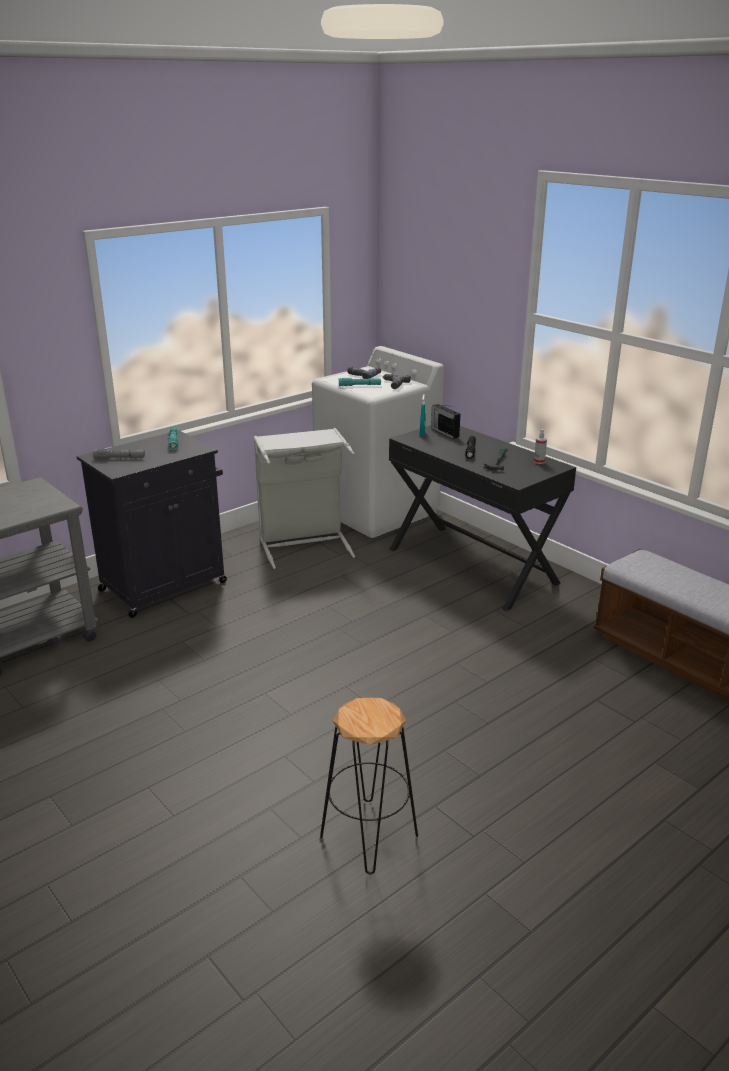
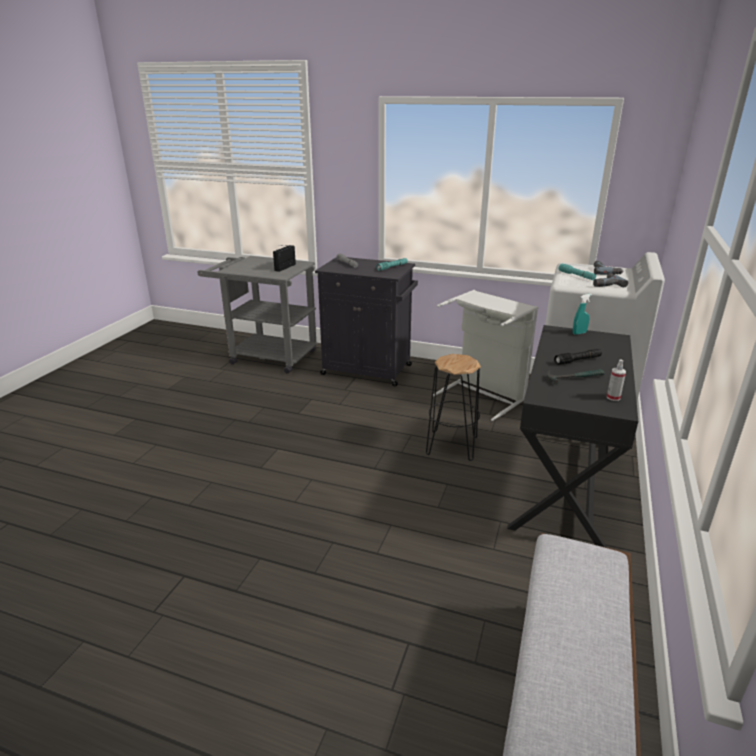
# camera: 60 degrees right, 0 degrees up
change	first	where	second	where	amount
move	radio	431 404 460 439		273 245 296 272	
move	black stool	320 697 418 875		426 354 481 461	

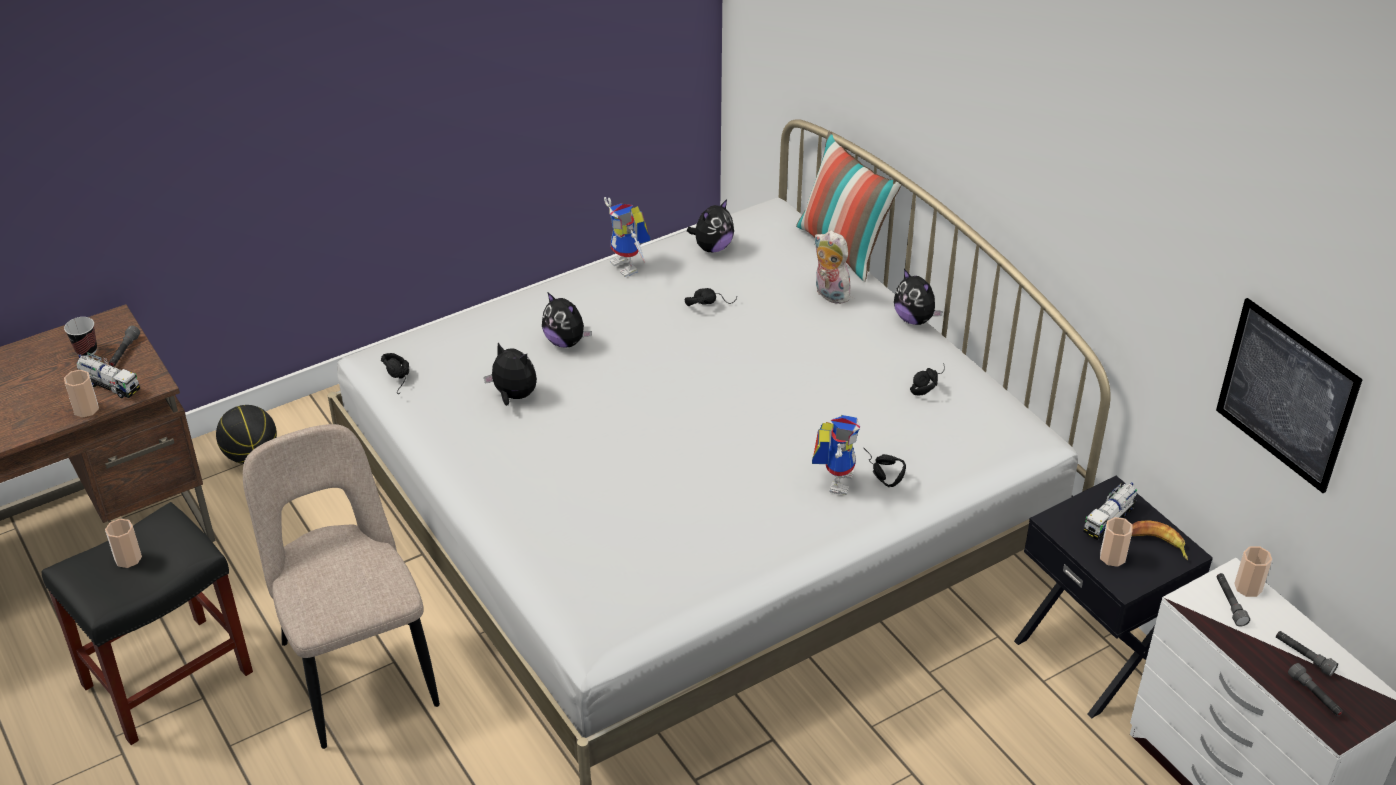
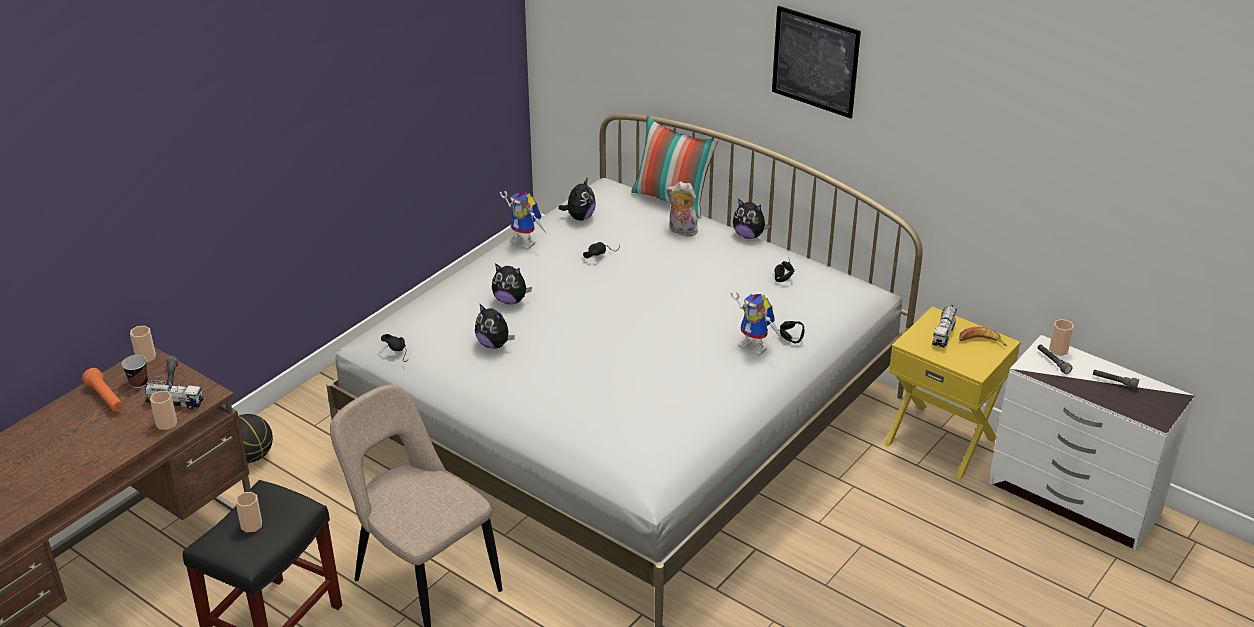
# camera: 20 degrees left, 5 degrees down
change	first	where	second	where	amount
insert			orange flashlight	82 368 123 412	
move	cup	1100 517 1133 567		130 326 156 363	
rotate	plush toy	484 343 537 406		475 303 515 349	150 degrees counterclockwise
rotate	toy robot	812 415 860 495		730 292 782 356	135 degrees clockwise
move	picture	1216 298 1363 493		772 6 861 119	
recolor	black nightstand	1014 476 1213 718	yellow nightstand	884 306 1021 480	
delete	grey flashlight	1288 663 1343 716			

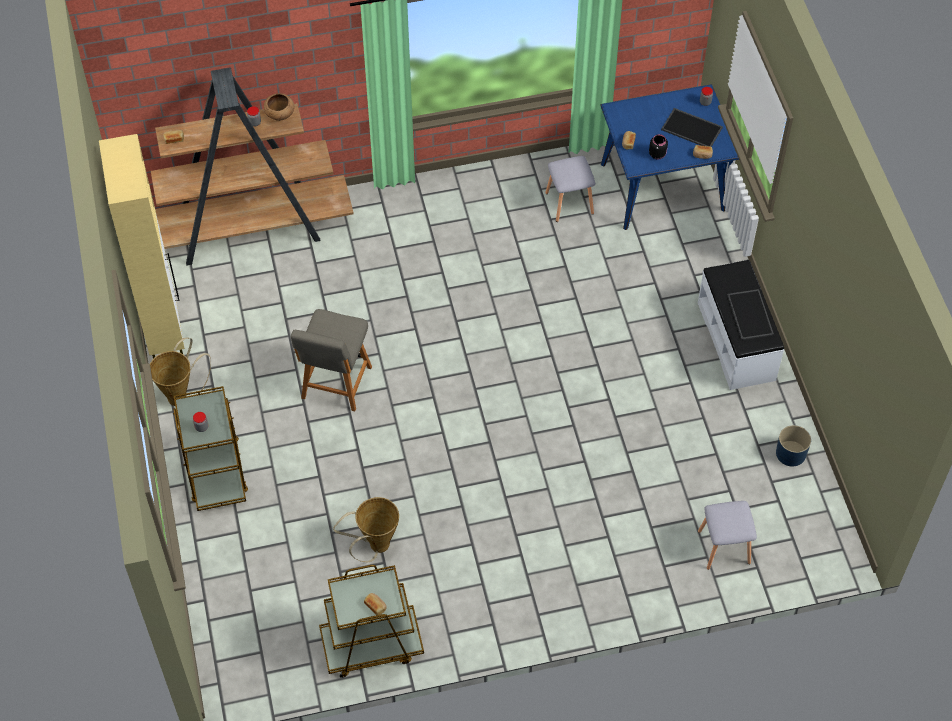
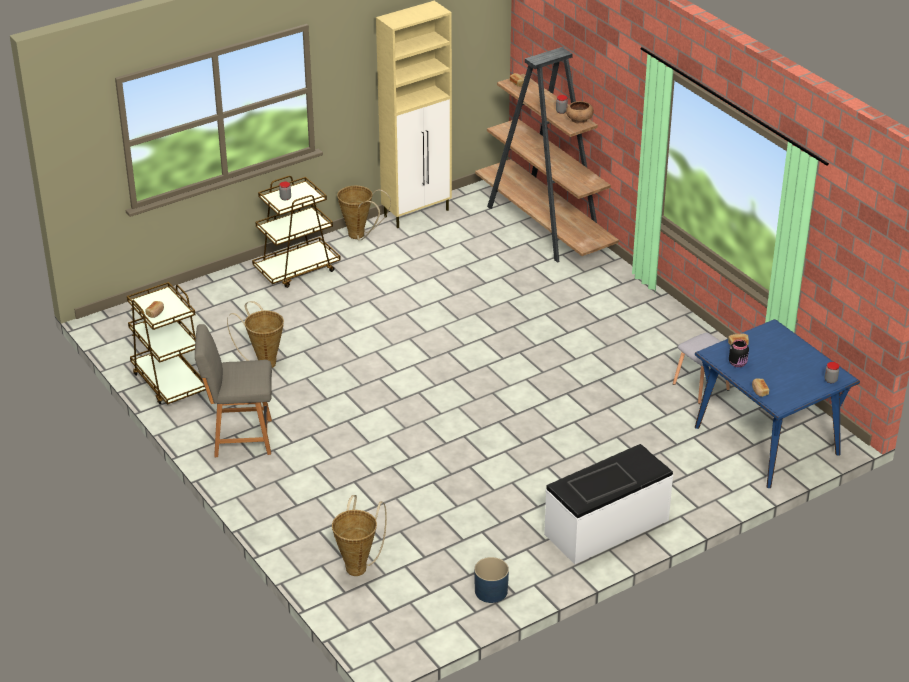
# camera: 70 degrees right, 20 degrees down
change	first	where	second	where	amount
move	grey chair	291 309 372 411		195 324 272 457	
replace	grey stool	698 501 757 570	basket	332 495 387 576	
delete	tray	661 108 723 147			

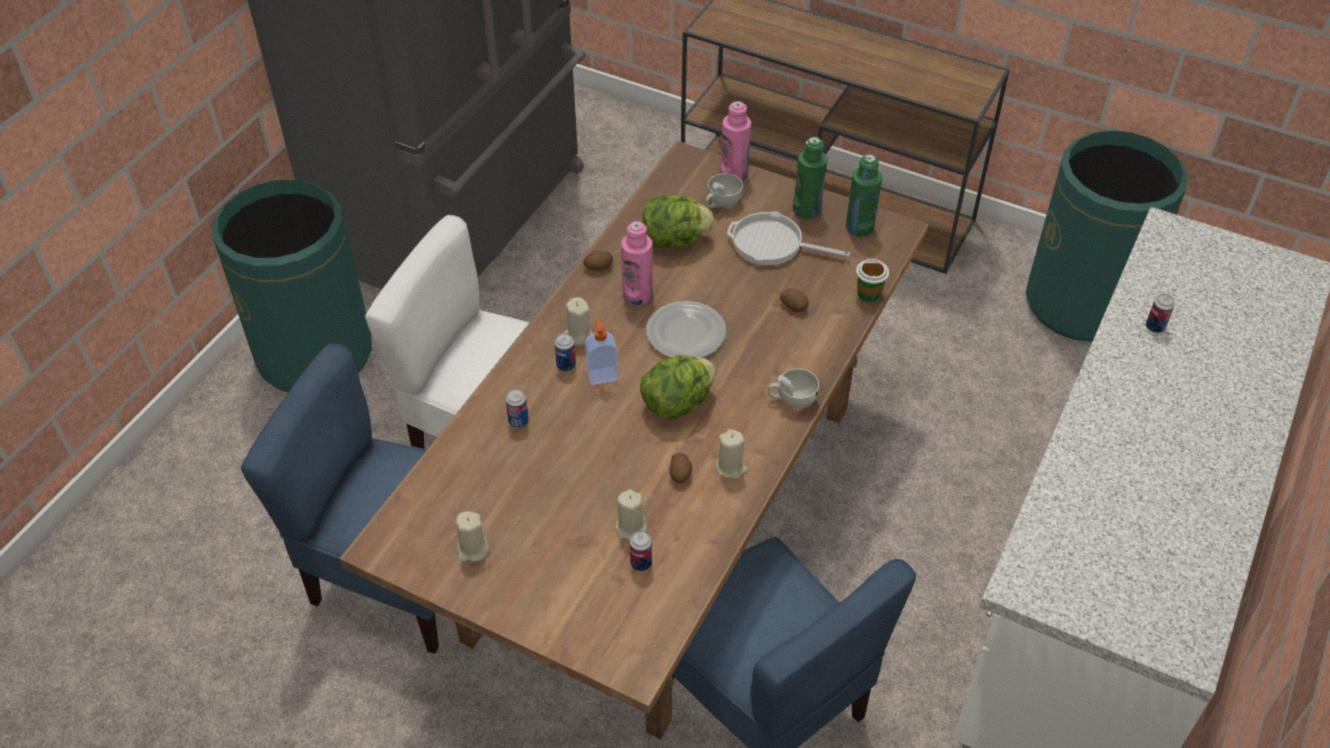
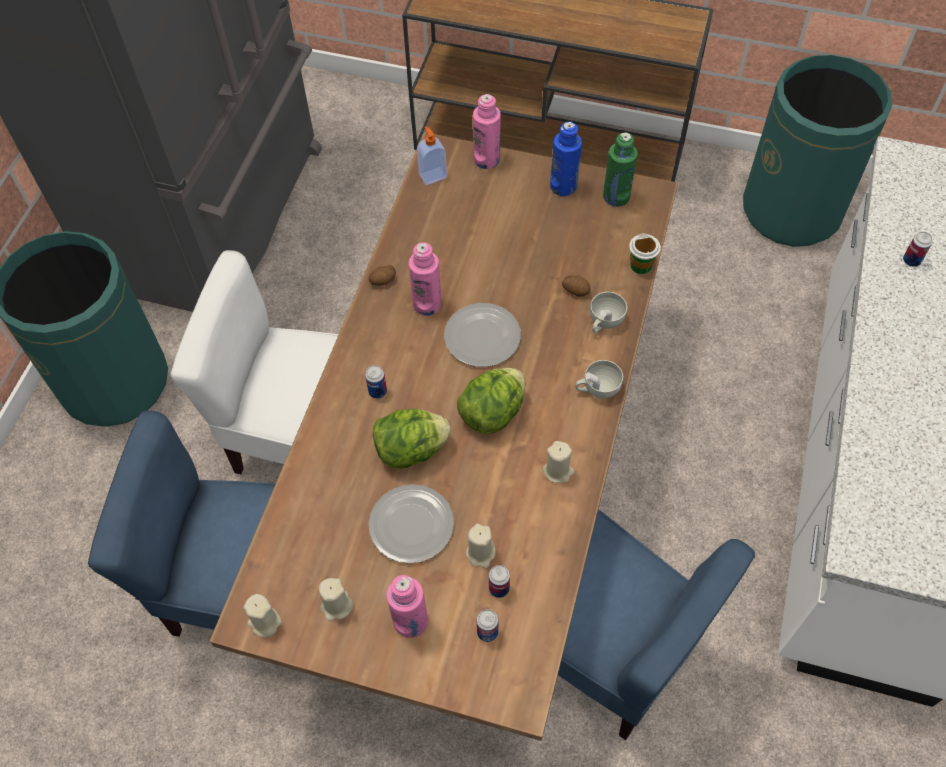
# camera: 10 degrees left, 10 degrees up
change	first	where	second	where	amount
move	beige candle	564 297 592 346		244 594 282 638	
insert			plate	369 484 454 564	
move	lettuce	643 194 714 248		373 409 451 469	
insert			pink bottle	386 575 428 638	
move	soap dispenser	585 319 619 385		417 126 447 185	
move	can	506 389 529 428		477 609 498 642	
recolor	green bottle	793 137 828 219	blue bottle	550 122 582 196	
move	white cup	705 173 743 208		590 292 627 333	
delete	potato	669 453 692 484			
delete	frying pan	727 211 850 265			

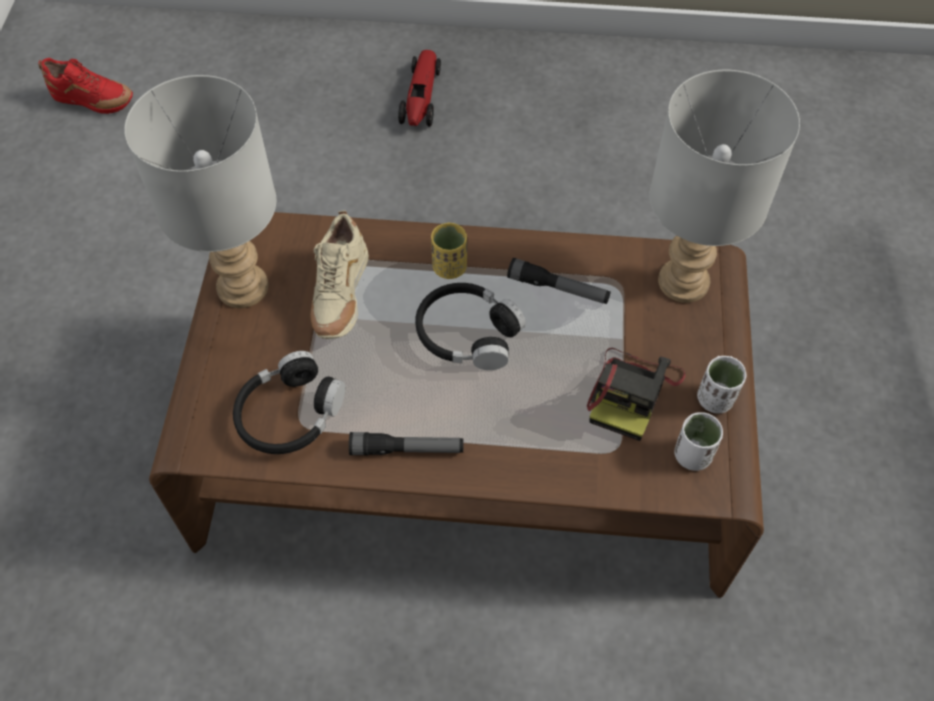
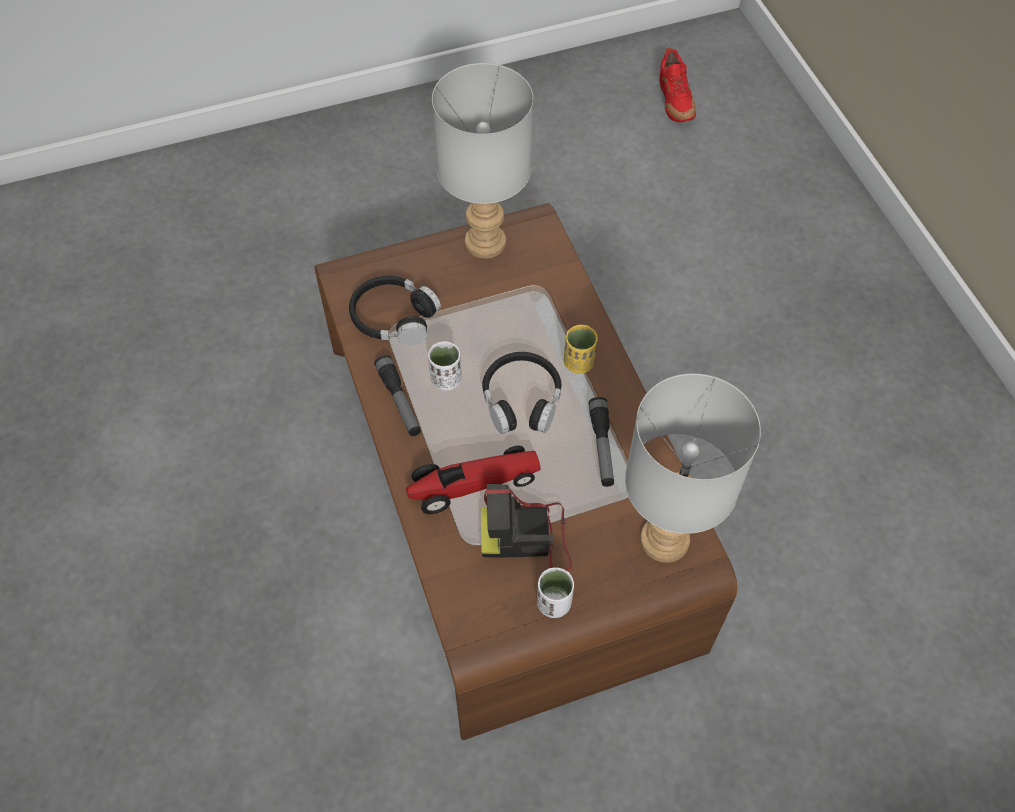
# camera: 65 degrees right, 0 degrees up
change	first	where	second	where	amount
move	toy car	398 50 441 127		406 446 541 514	
move	white cup	674 412 723 471		428 341 462 391	
delete	beige shoe	311 211 369 339			

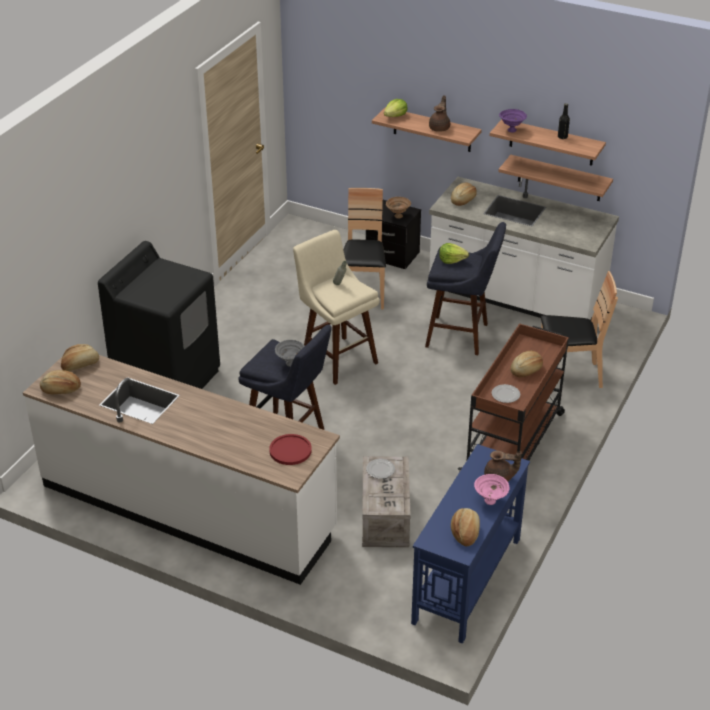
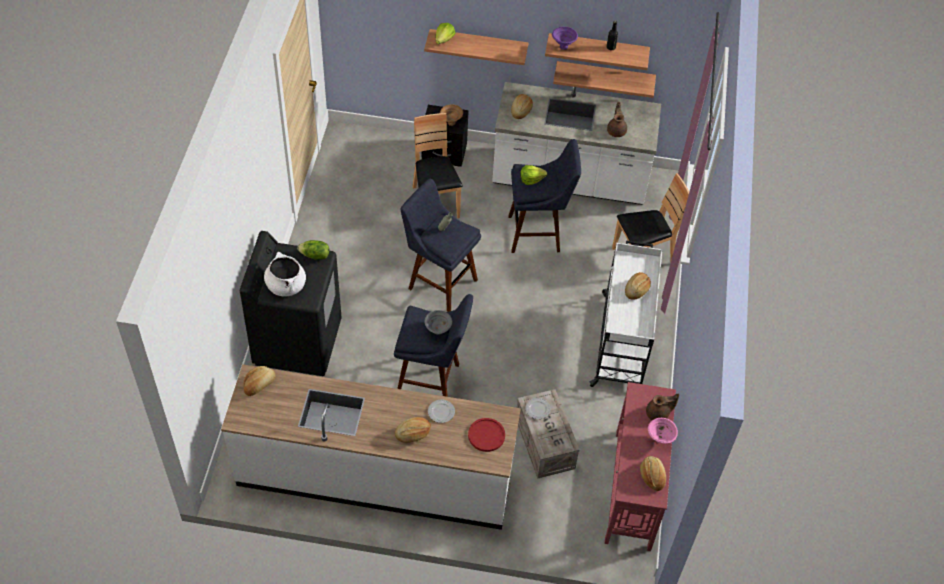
# camera: 20 degrees left, 15 degrees up
change	first	where	second	where	amount
insert			white cooking pot	264 252 306 296	
insert			lettuce	298 240 329 259	
move	bread	40 370 81 394		395 417 431 443	
recolor	beige stool	293 230 380 385	blue stool	400 179 481 312	
move	plate	492 384 520 403		428 399 455 423	
recolor	brown cart	458 323 569 471	white cart	590 240 662 387	
recolor	blue console table	411 444 530 644	red console table	604 382 676 551	
move	brown teapot	429 95 450 132		607 102 627 137	

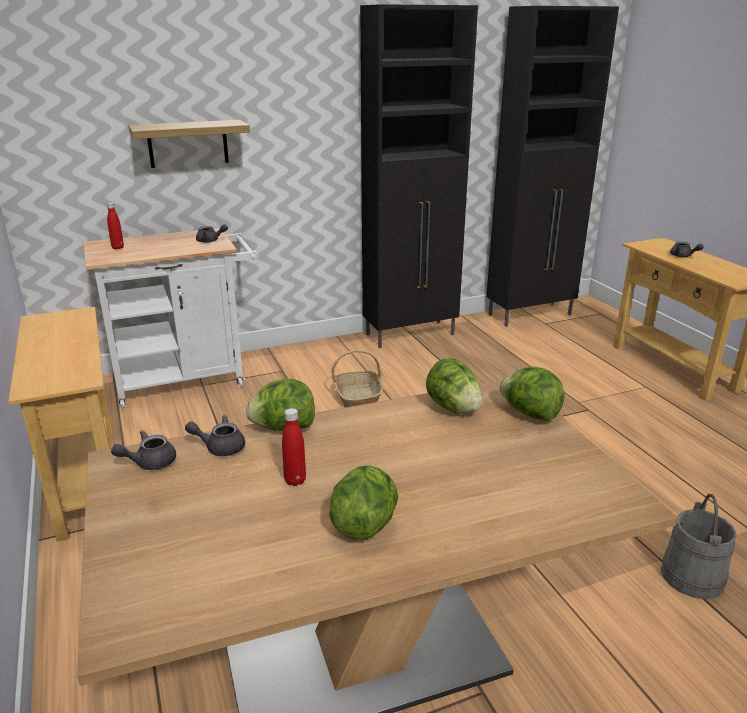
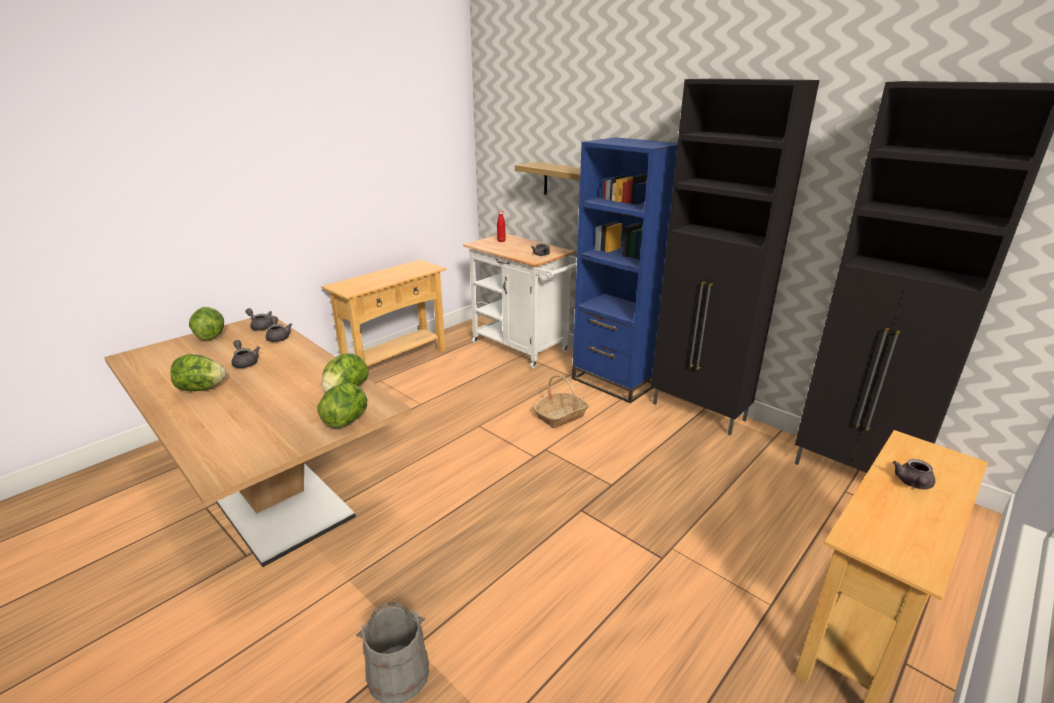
# camera: 65 degrees right, 0 degrees up
change	first	where	second	where	amount
move	lettuce	246 379 315 431		189 307 224 340	
replace	red bottle	282 408 306 486	grey teapot	232 340 260 368	
insert			blue bookcase	572 137 678 403	

